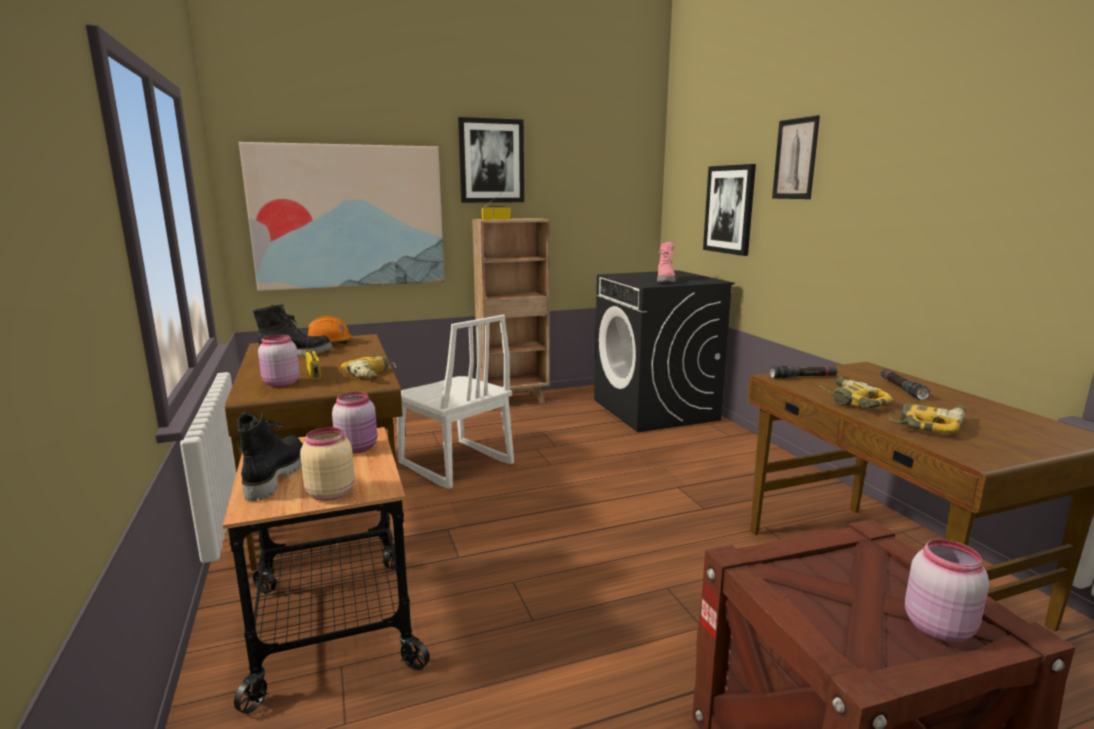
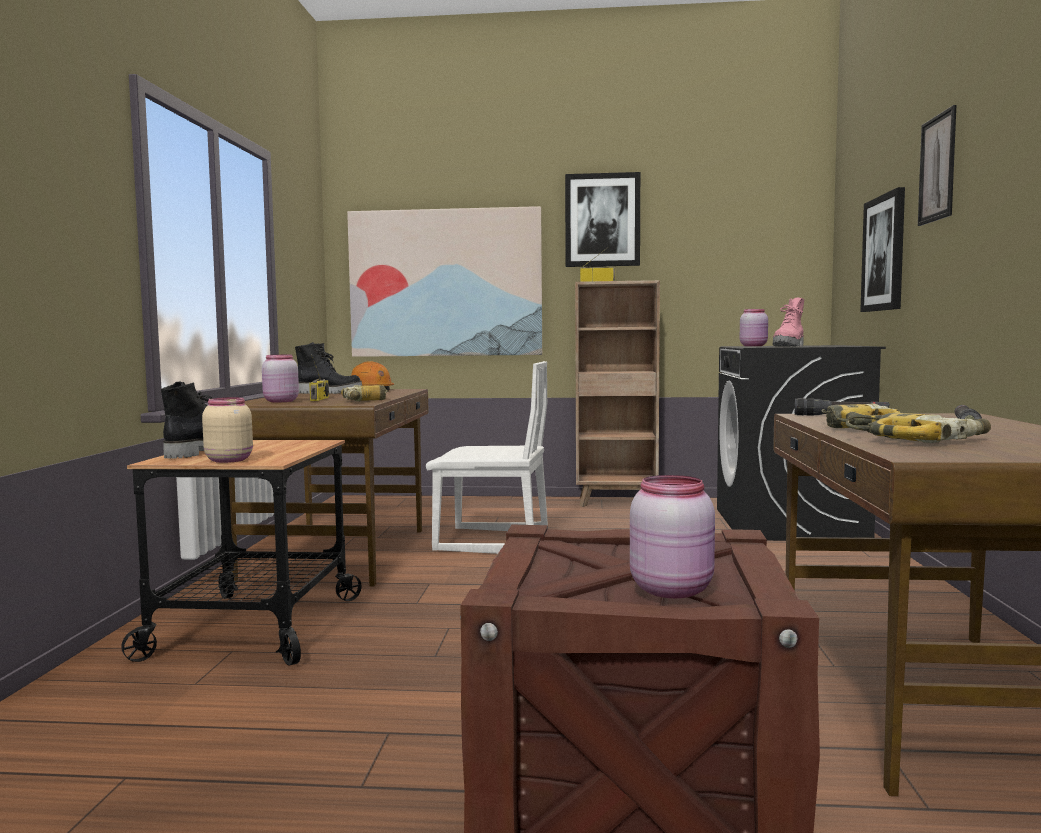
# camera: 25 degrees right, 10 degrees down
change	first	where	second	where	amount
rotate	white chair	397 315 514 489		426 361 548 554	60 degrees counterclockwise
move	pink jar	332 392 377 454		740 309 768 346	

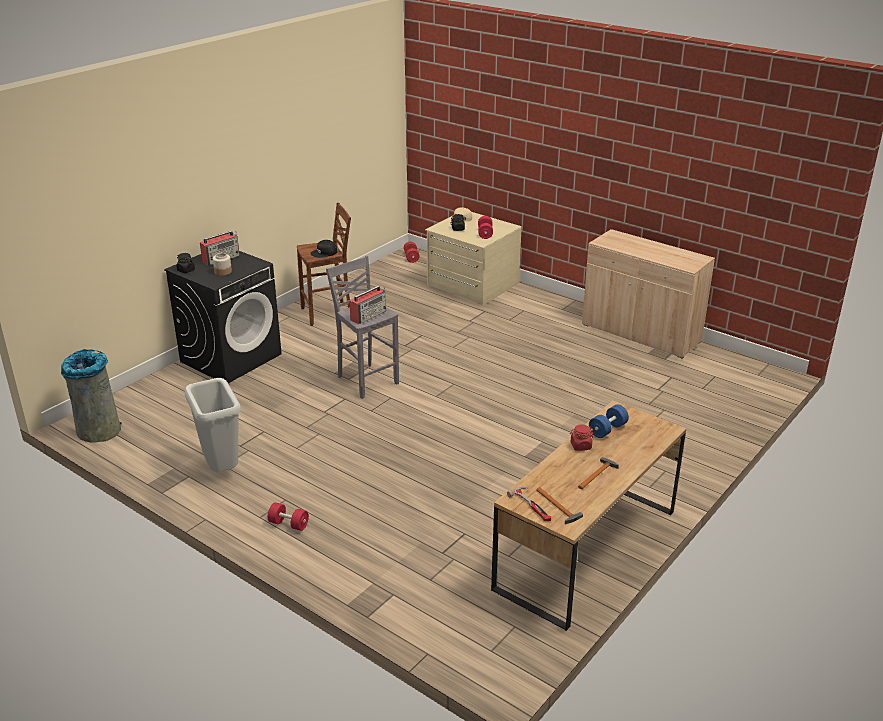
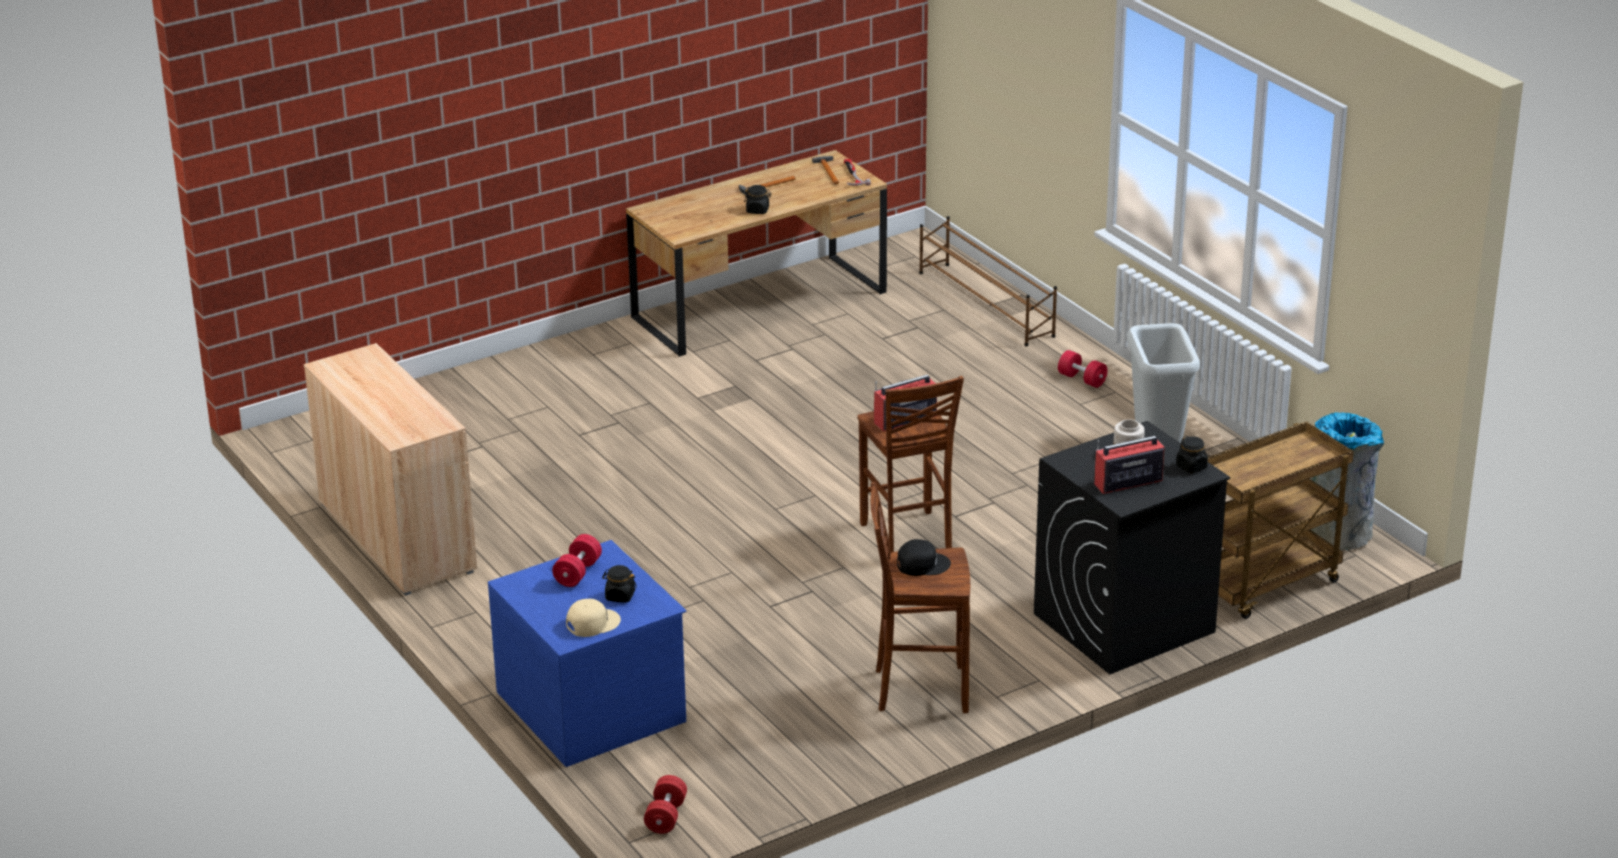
# camera: 160 degrees left, 0 degrees up
change	first	where	second	where	amount
recolor	beige dresser	425 212 522 305	blue dresser	488 540 686 767	
recolor	red jar	570 424 593 451	black jar	744 185 772 214	
recolor	grey stool	326 256 399 399	brown stool	857 376 964 554	
insert			brown shoe rack	919 216 1057 347	
insert			brown cart	1208 421 1354 619	
delete	blue dumbbell	589 404 629 438			

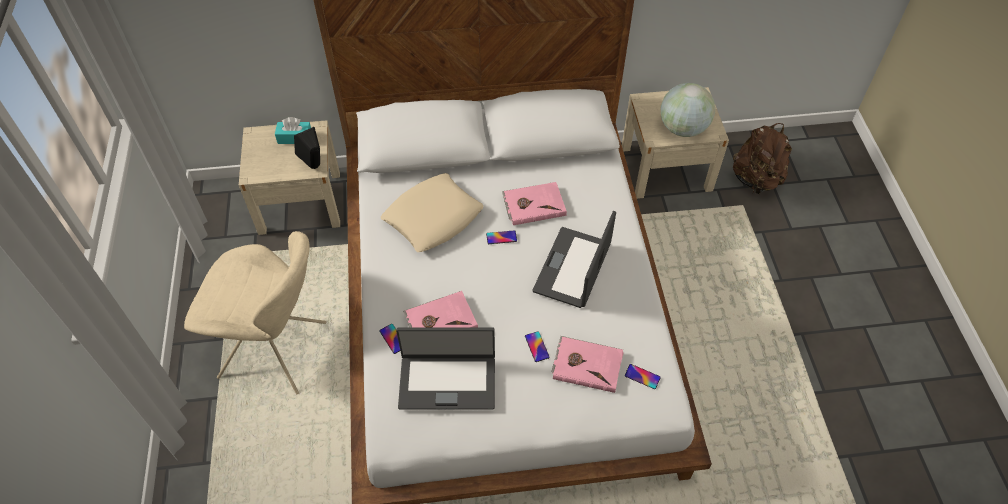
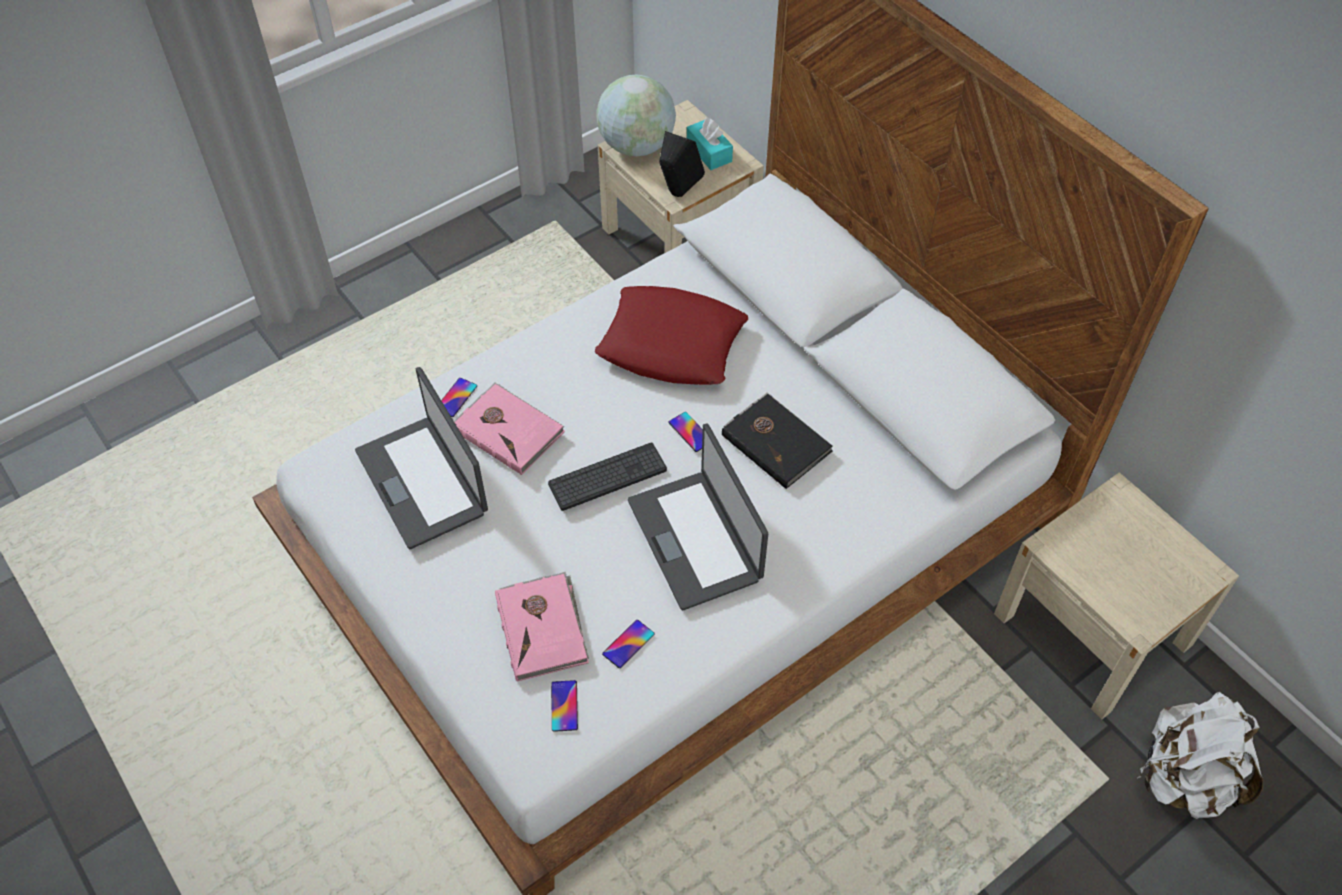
# camera: 60 degrees right, 0 degrees up
change	first	where	second	where	amount
insert			keyboard	548 443 667 511	
recolor	beige pillow	381 173 484 252	red pillow	595 286 748 385	
move	globe	661 83 715 137		596 74 676 156	
move	phone	525 331 550 362		602 620 654 668	
rotate	laptop	533 211 616 308		628 423 768 610	105 degrees counterclockwise
recolor	pink book	502 182 567 225	black book	722 393 833 489	
recolor	brown backpack	733 123 792 194	white backpack	1138 692 1263 819	
delete	beige chair	184 231 327 394			

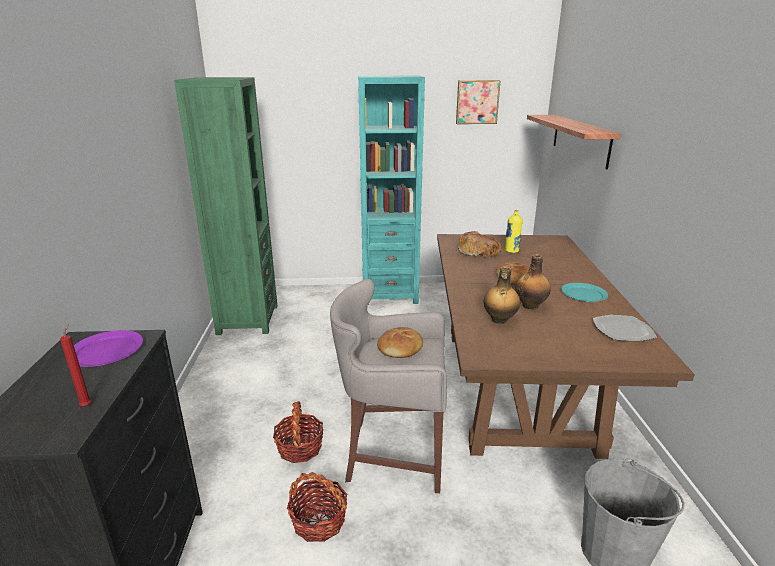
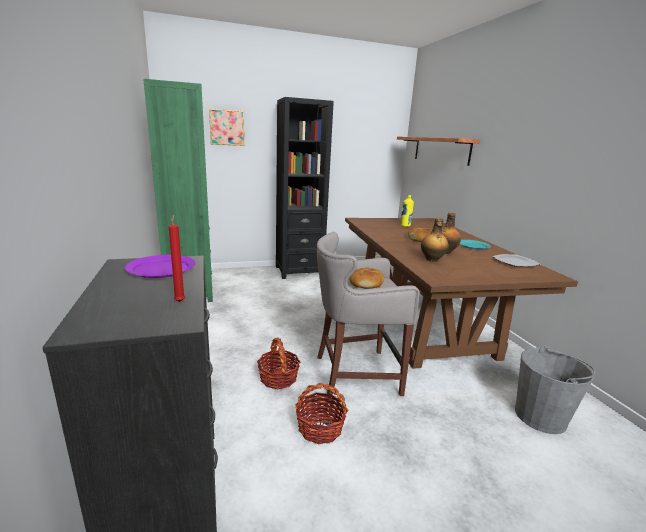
# camera: 15 degrees left, 5 degrees down
change	first	where	second	where	amount
move	picture	456 80 501 124		209 109 244 146	
recolor	turquoise bookcase	358 75 425 305	black bookcase	276 97 334 279	
delete	bread	456 231 501 259			

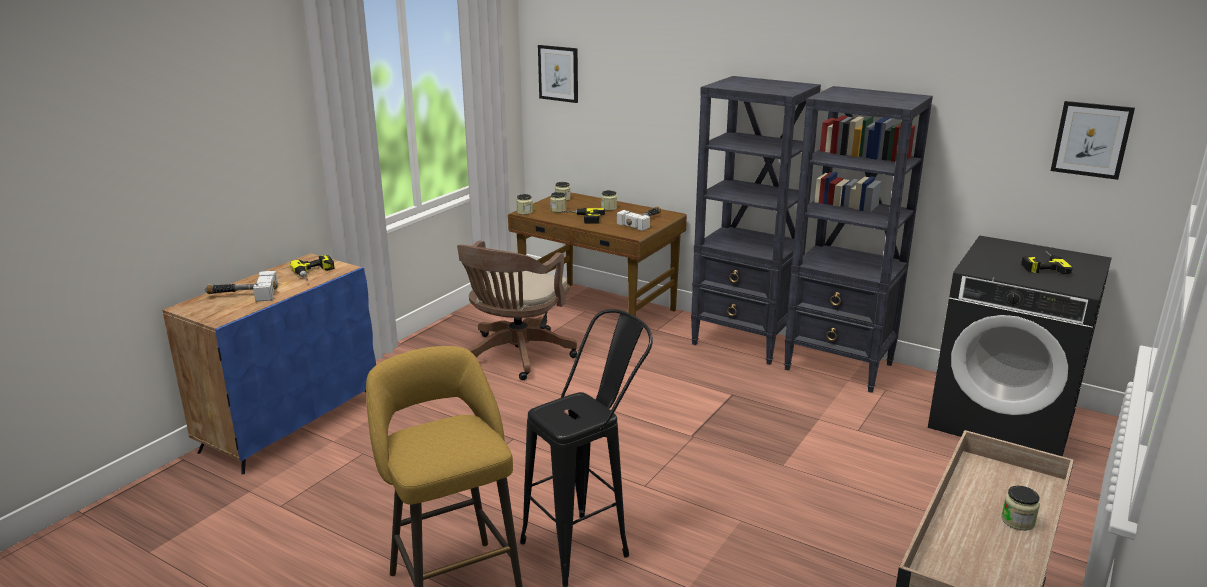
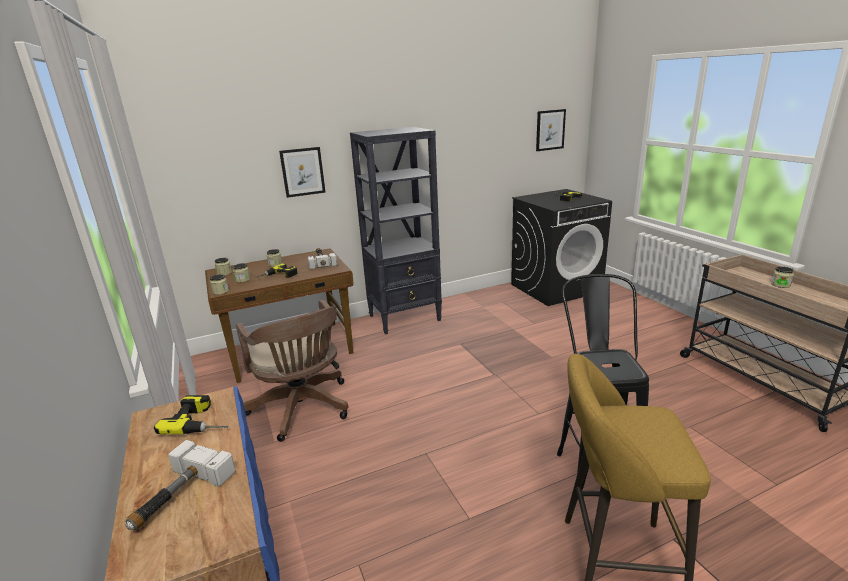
# camera: 55 degrees left, 0 degrees up
change	first	where	second	where	amount
move	picture	538 45 578 103		279 147 326 198	
delete	black bookcase	784 86 933 393			

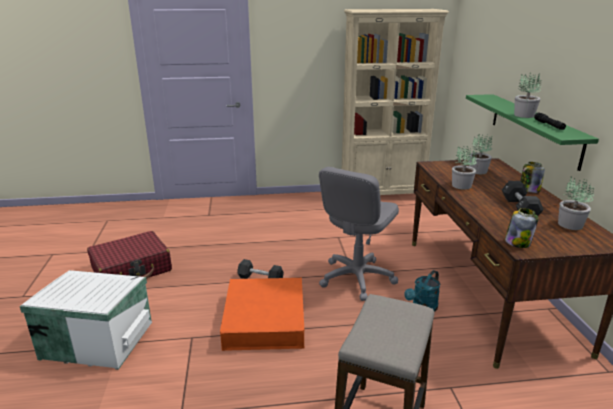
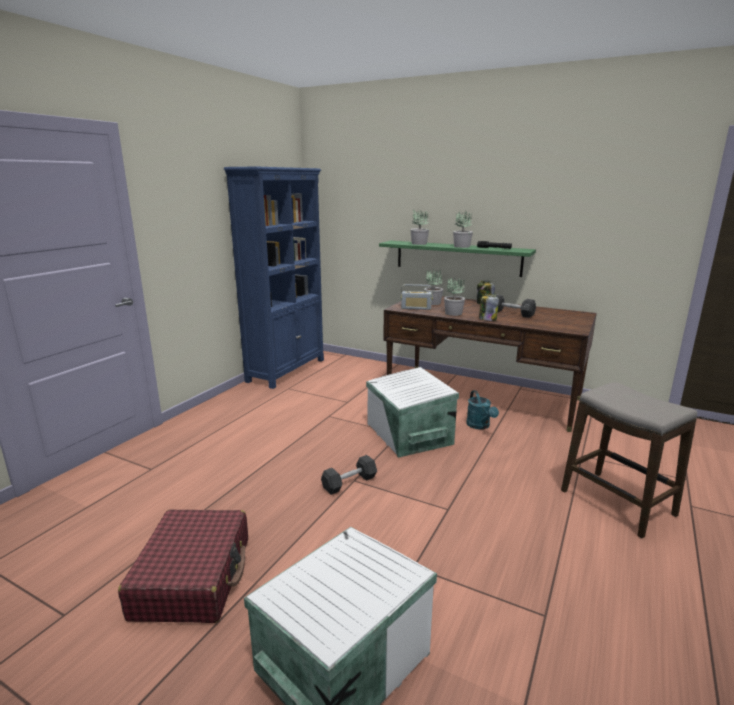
# camera: 55 degrees left, 5 degrees down
change	first	where	second	where	amount
recolor	beige bookcase	342 9 449 195	blue bookcase	224 167 324 389	
replace	grey office chair	319 167 399 301	white storage box	366 367 459 458	
insert			radio	401 284 433 310	
move	potted plant	558 176 594 230		410 210 429 245	
move	jar	505 208 539 248		479 293 499 321	
delete	orange storage box	220 278 304 351			

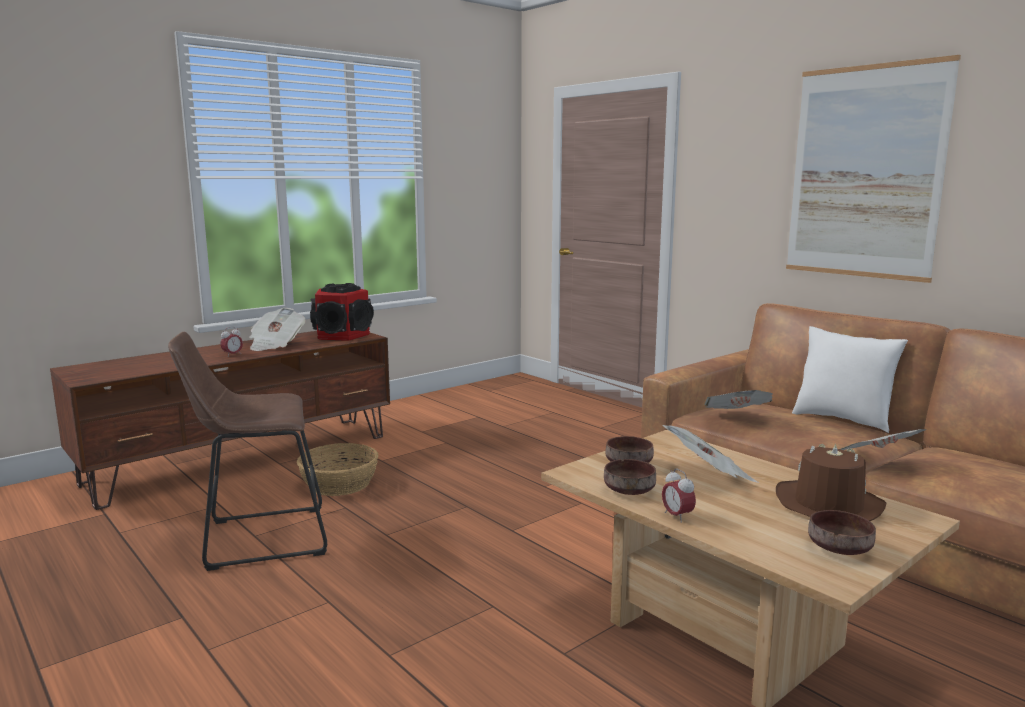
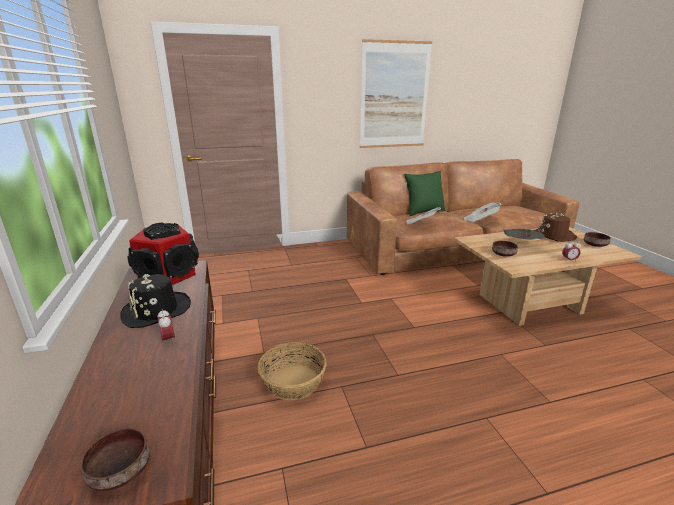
# camera: 65 degrees left, 10 degrees up
change	first	where	second	where	amount
move	brown bowl	604 459 656 495		80 428 150 491	
replace	newspaper	249 308 306 351	black hat	120 274 191 328	
recolor	white pillow	792 326 908 433	green pillow	404 171 445 216	
delete	brown stool	168 332 327 571			

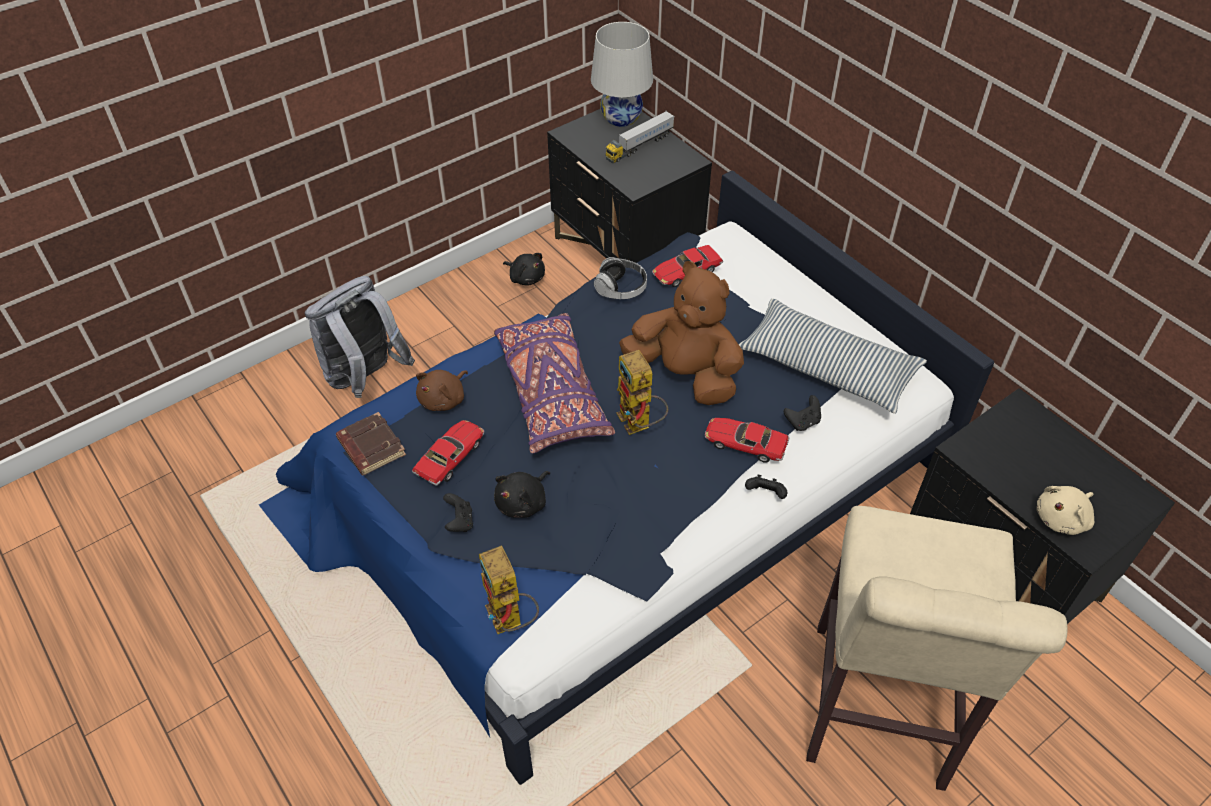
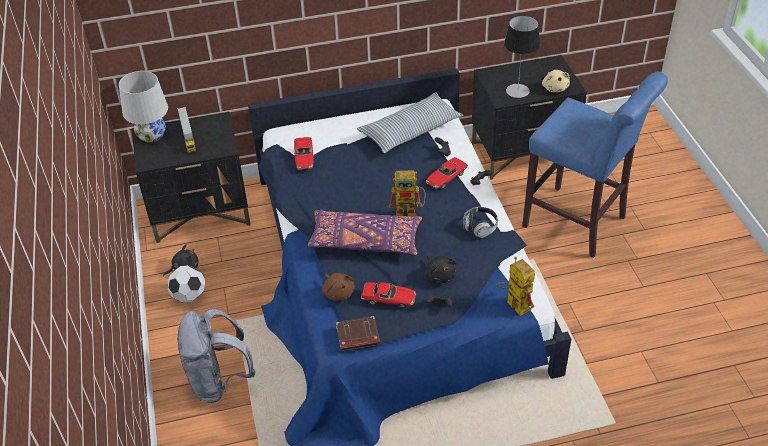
# camera: 65 degrees left, 5 degrees down
change	first	where	second	where	amount
insert			football	167 265 205 303	
rotate	toy car	412 420 484 486		361 282 416 308	135 degrees clockwise
move	headphones	594 257 647 299		463 207 498 238	
rotate	toy robot	479 546 539 634		496 257 535 316	120 degrees counterclockwise
insert			table lamp	504 15 540 98	
recolor	beige stool	806 506 1068 791	blue stool	522 72 668 258	
delete	brown plush toy	619 261 744 405			

